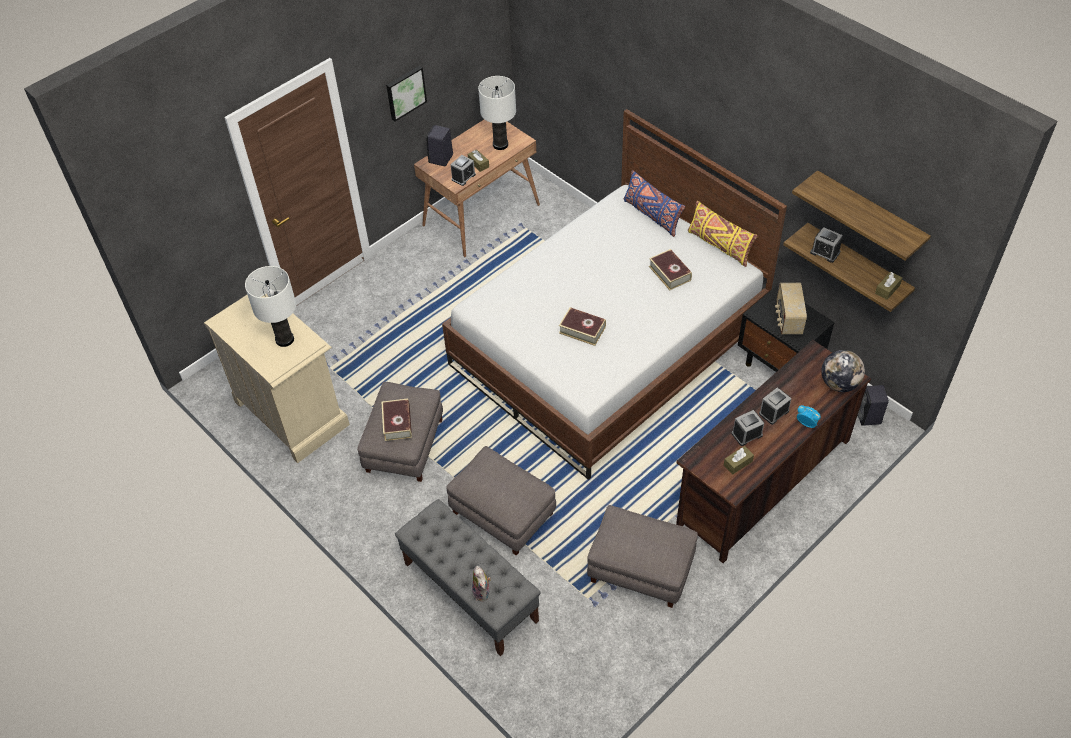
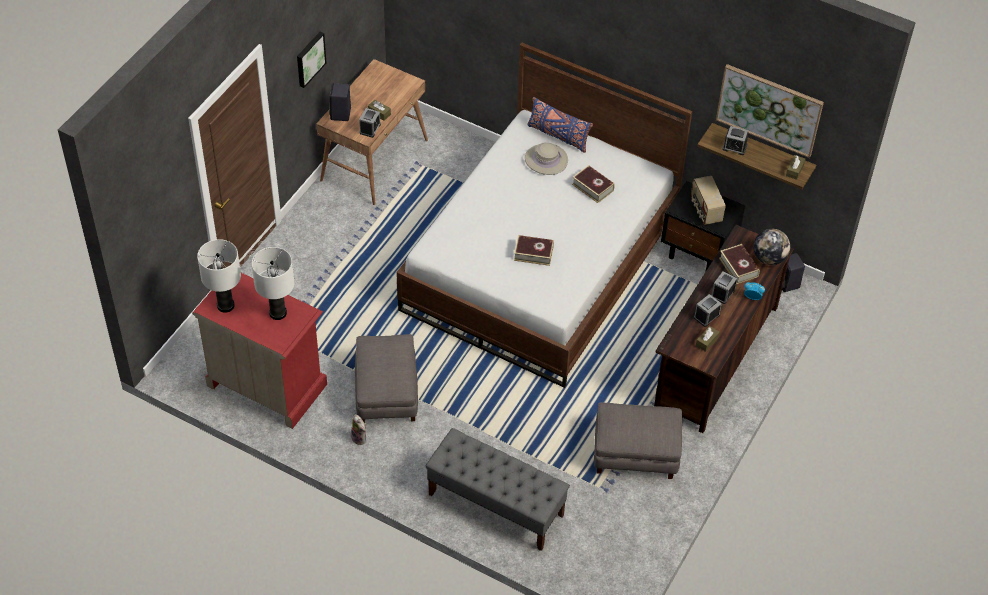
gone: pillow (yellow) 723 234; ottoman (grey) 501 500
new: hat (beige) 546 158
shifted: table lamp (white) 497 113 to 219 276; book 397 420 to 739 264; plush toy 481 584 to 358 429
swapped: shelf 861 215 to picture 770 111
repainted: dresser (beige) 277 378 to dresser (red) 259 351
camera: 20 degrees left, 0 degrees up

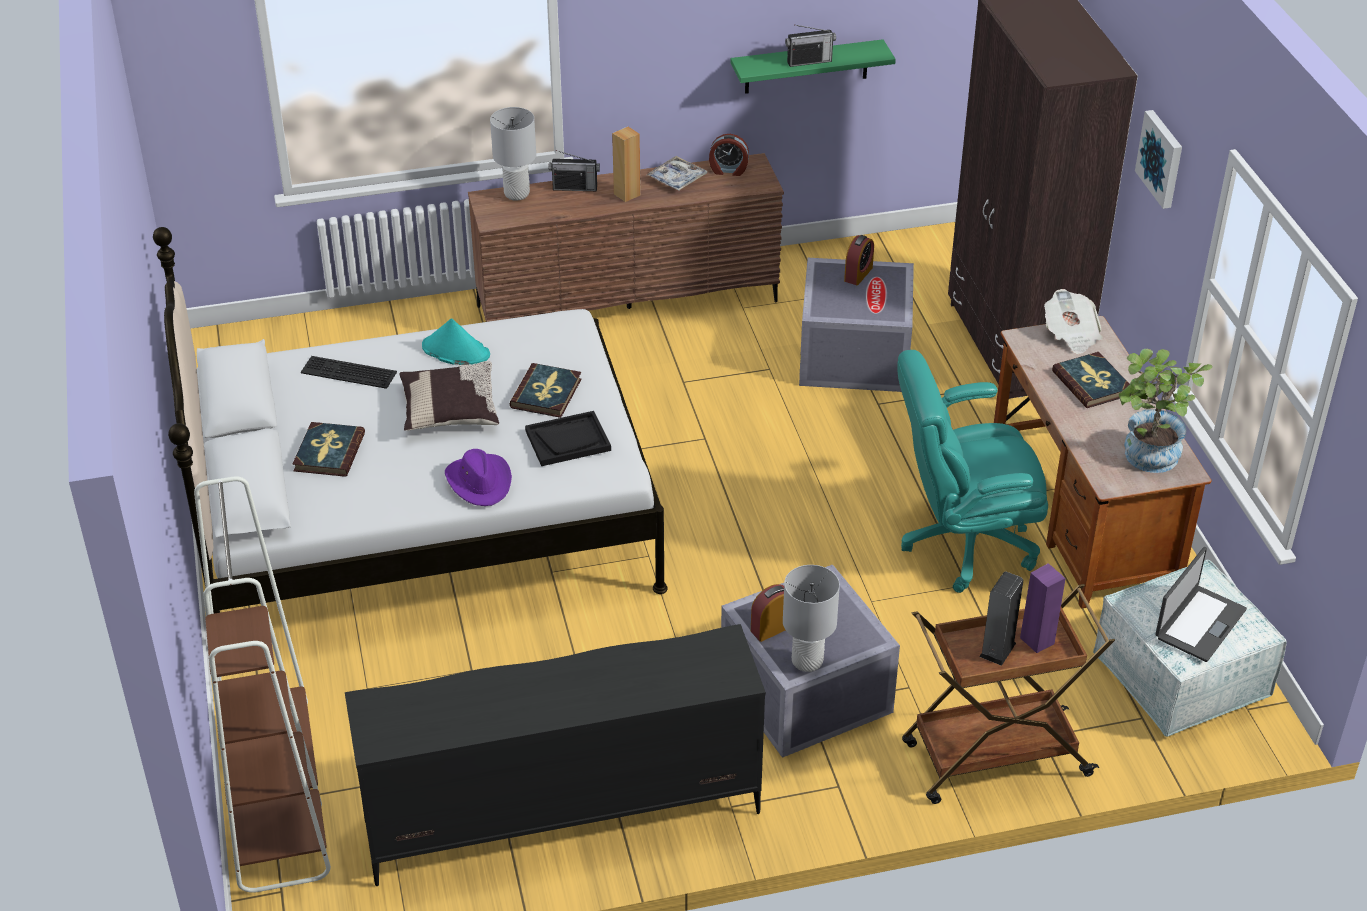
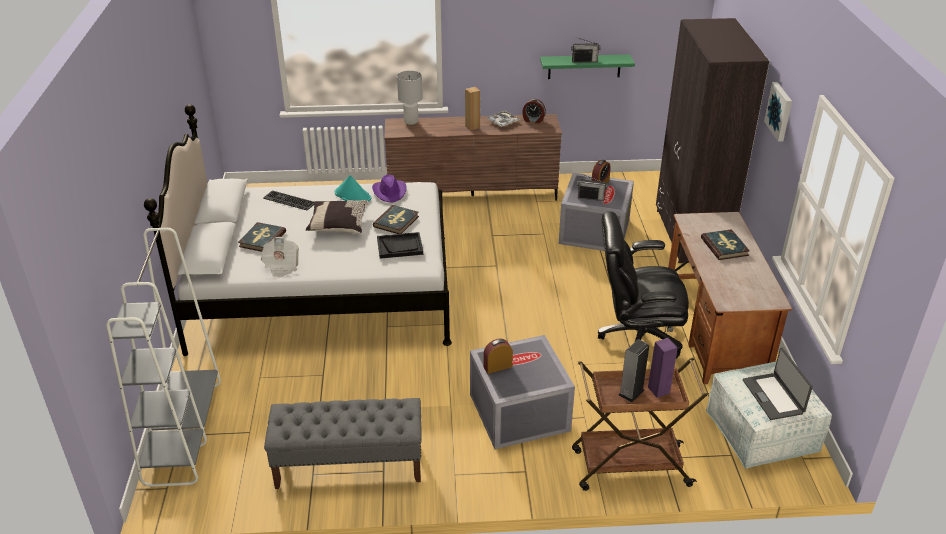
gone: potted plant 1166 411; table lamp (grey) 811 618
shifted: radio 574 170 to 592 187; newspaper 1073 321 to 280 258; hat (purple) 478 477 to 389 188
swapped: dresser (black) 555 755 to bench (grey) 342 443
repainted: office chair (turquoise) 972 471 to office chair (black) 643 285; clothes rack (brown) 262 684 to clothes rack (grey) 163 357
rotated: laptop 1201 604 = 778 383 120 degrees clockwise
camera: 10 degrees right, 5 degrees down

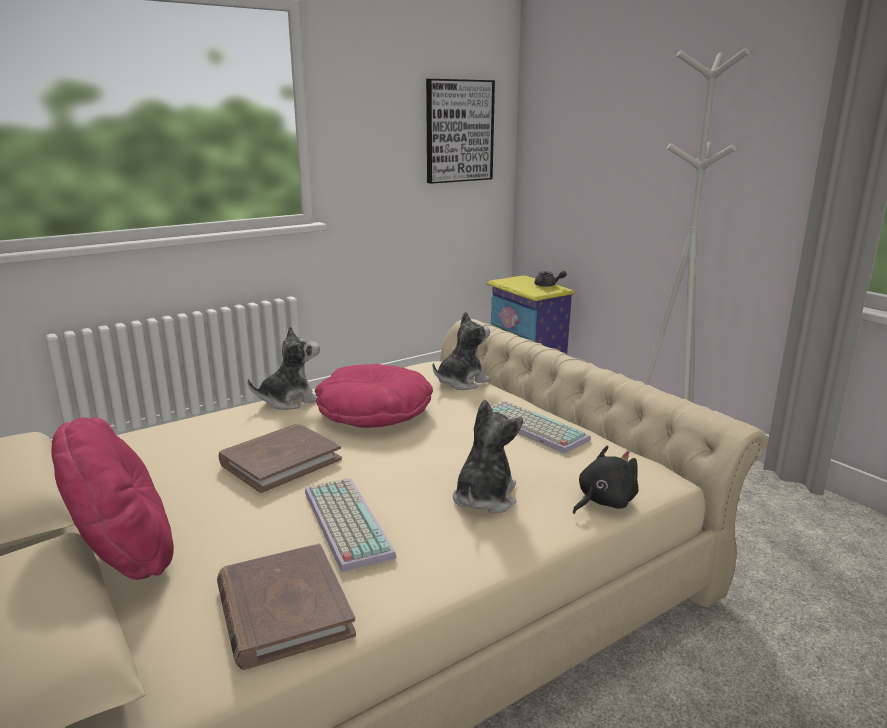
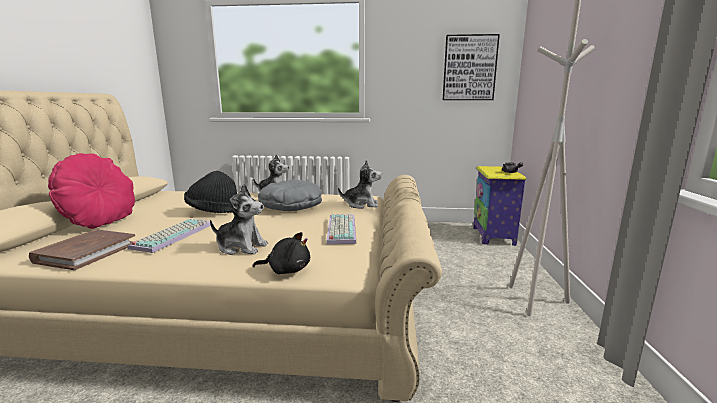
swapped: book (brown) 280 458 to hat (black) 210 192
repainted: pillow (pink) 374 396 to pillow (grey) 290 195
rotated: plush toy 488 456 = 239 220 45 degrees clockwise
camera: 40 degrees right, 5 degrees down

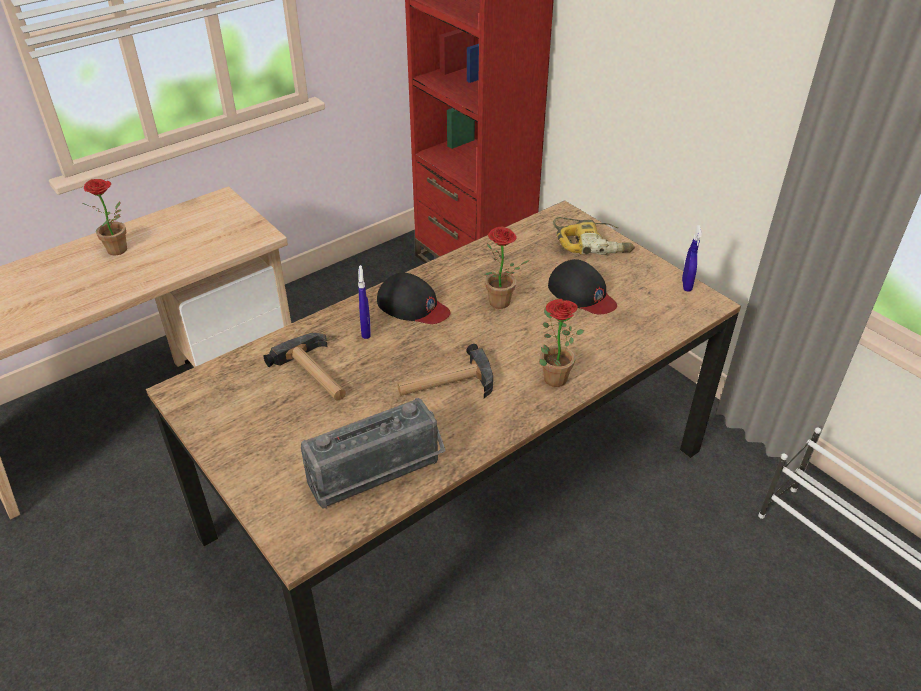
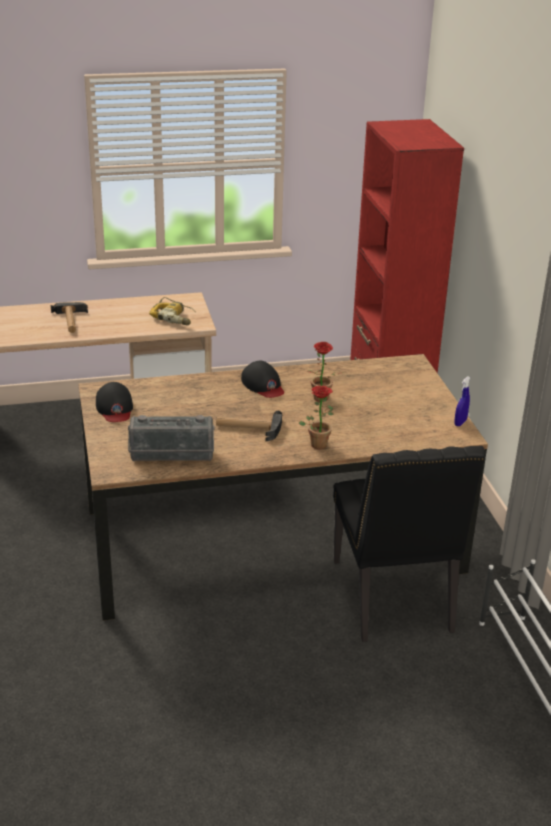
gone: potted plant 104 217; spray bottle (blue) 364 302
new: chair (black) 409 544
shifted: power drill 594 236 to 172 311; cap (black) 582 286 to 114 402; hammer 305 367 to 69 317
camera: 25 degrees right, 10 degrees down

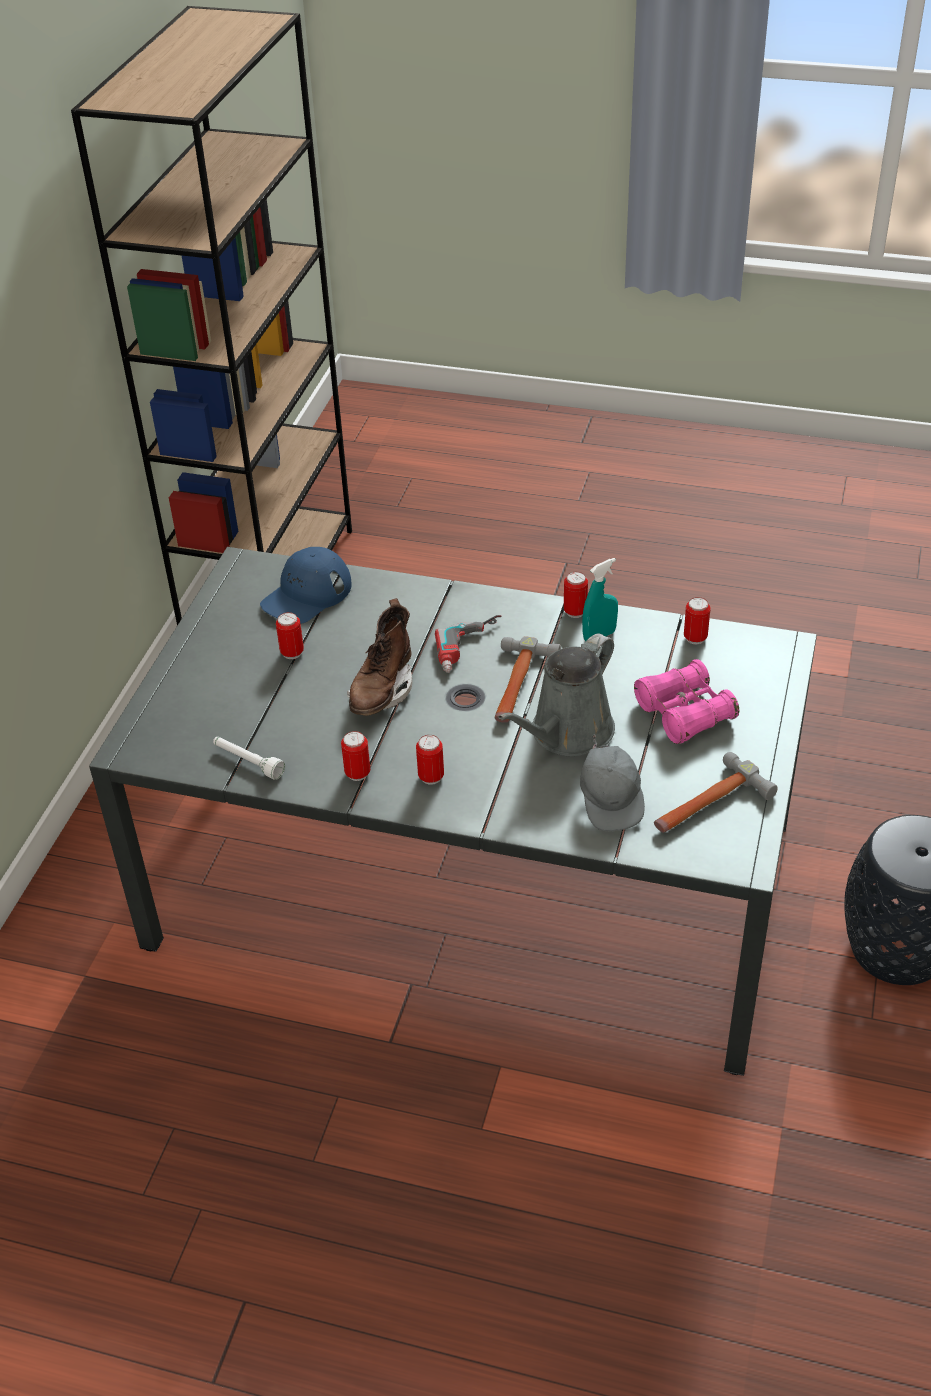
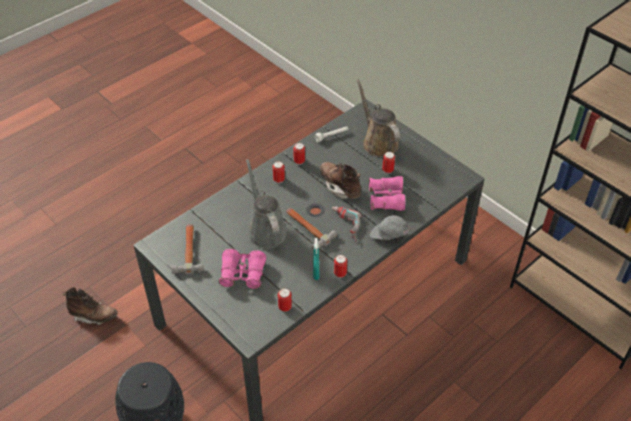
gone: cap (blue) 306 585
new: watering can (brown) 378 118; binoculars (pink) 387 193; boot (brown) 90 306
shifted: cap (grey) 612 783 to 393 227
camera: 120 degrees right, 5 degrees up

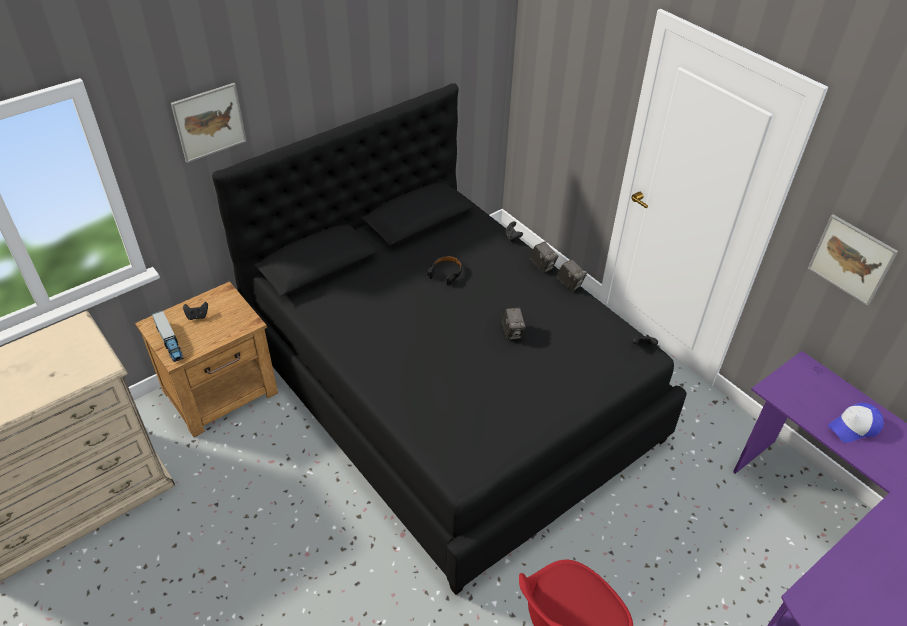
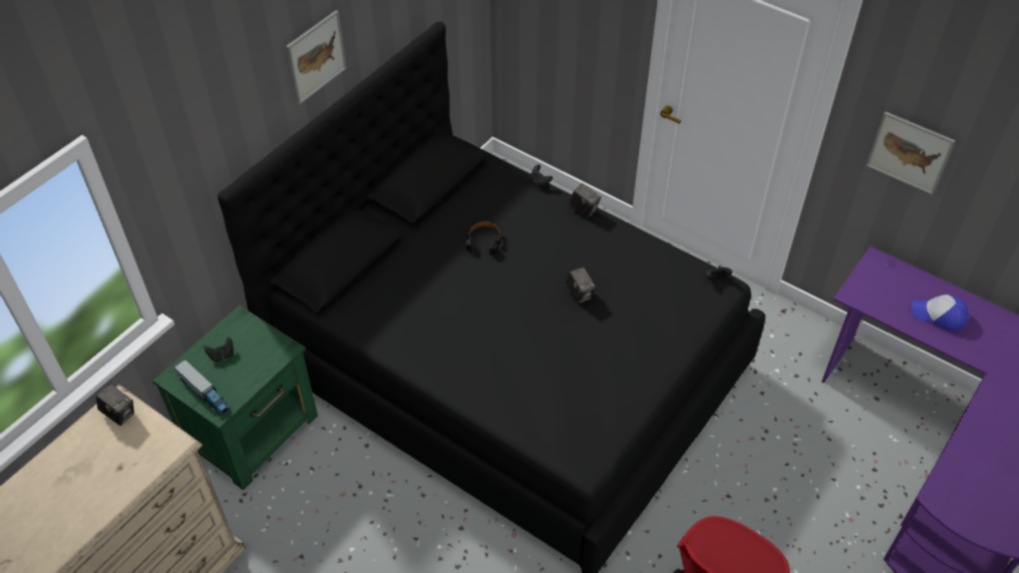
shifted: picture 209 123 to 316 57; photo camera 571 275 to 115 405
repainted: nightstand (brown) 206 359 to nightstand (green) 235 397
rotated: cap 856 423 = 940 313 60 degrees clockwise
camera: 15 degrees left, 5 degrees up

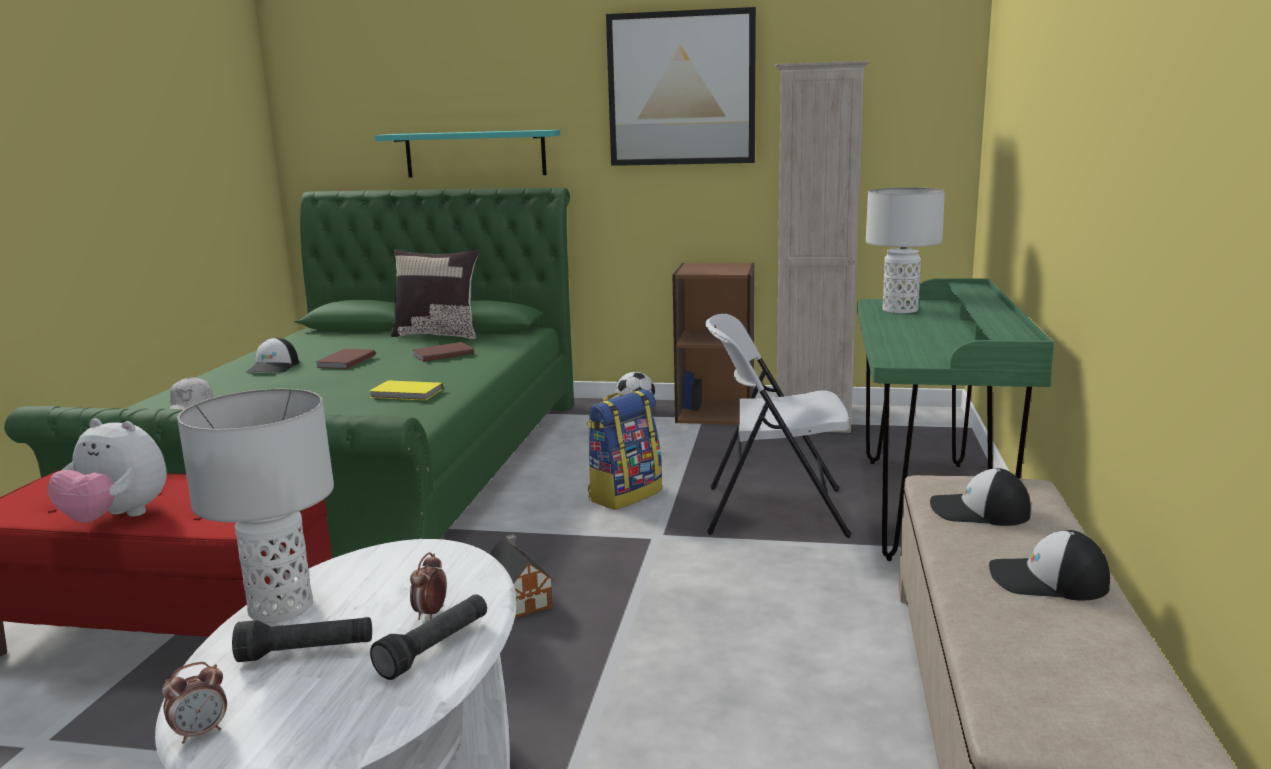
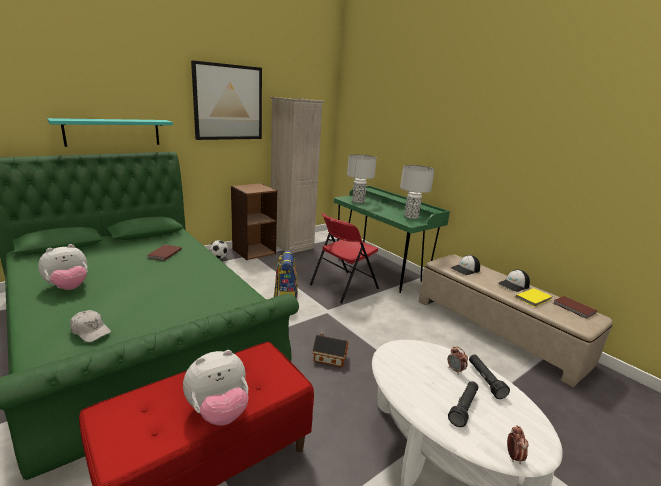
gone: pillow 435 294
shifted: book (brown) 346 359 to 575 307; book (yellow) 406 390 to 534 297; table lamp (white) 255 505 to 417 192
swapped: cap 272 355 to plush toy 63 267
repainted: chair (white) 778 426 to chair (red) 344 258
camera: 50 degrees left, 5 degrees up

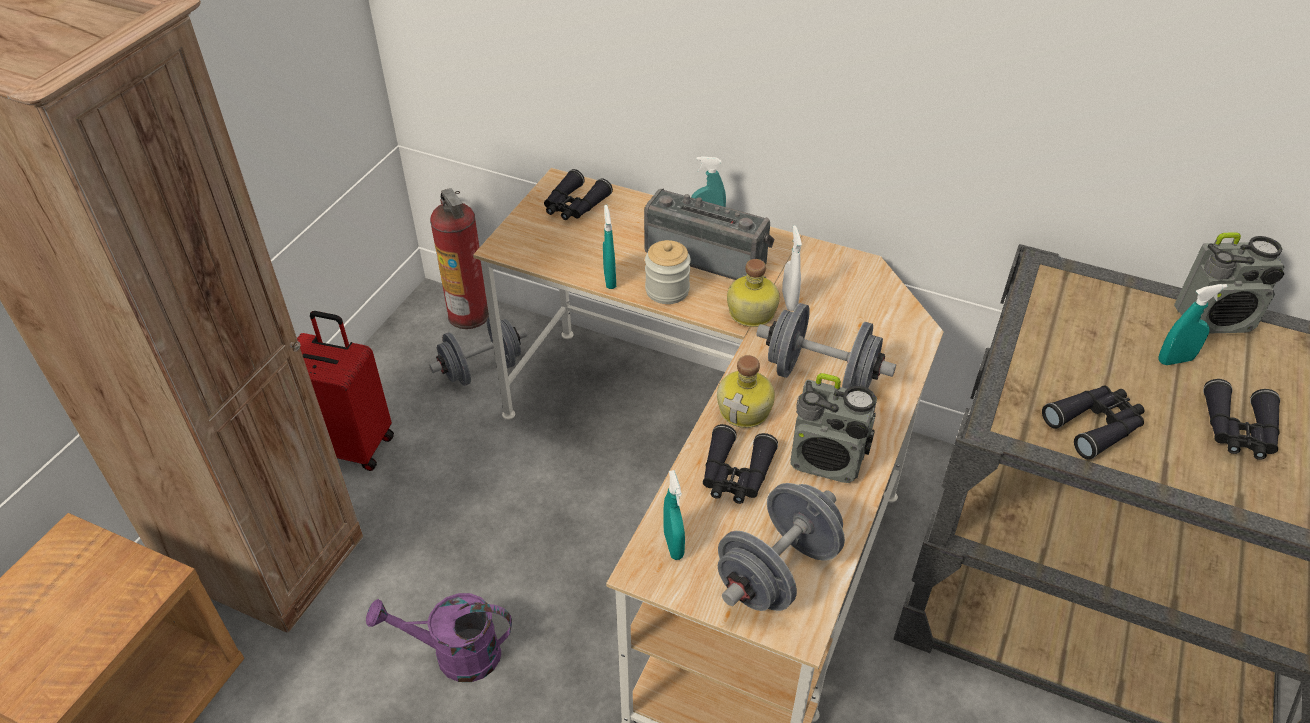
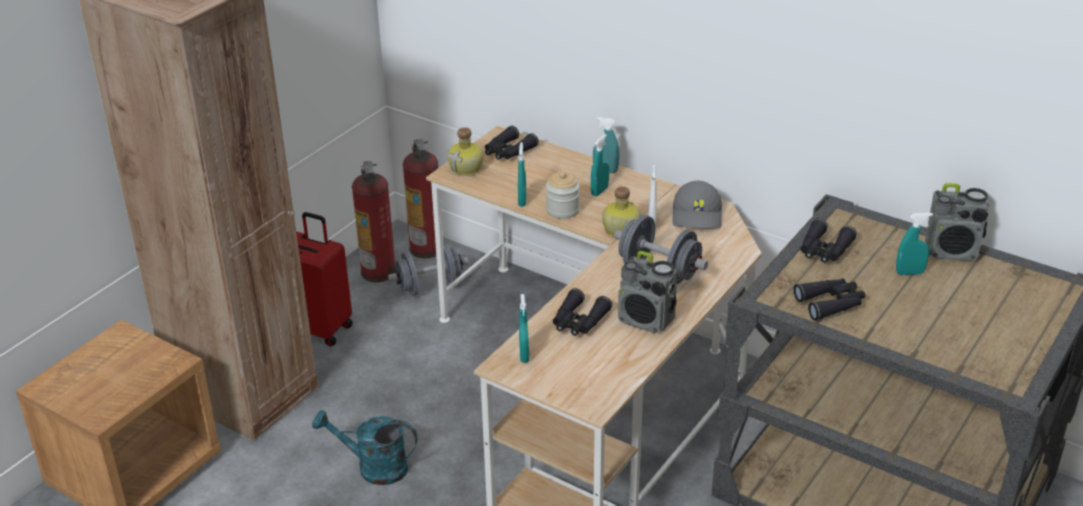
gone: dumbbell (grey) 781 547
new: fire extinguisher 374 221; cap (grey) 697 204
shifted: bottle 746 391 to 465 151; binoculars (black) 1241 419 to 828 240
swapped: radio 709 234 to spray bottle (turquoise) 600 165
repainted: watering can (purple) 439 637 to watering can (turquoise) 365 447
camera: 10 degrees right, 10 degrees down

